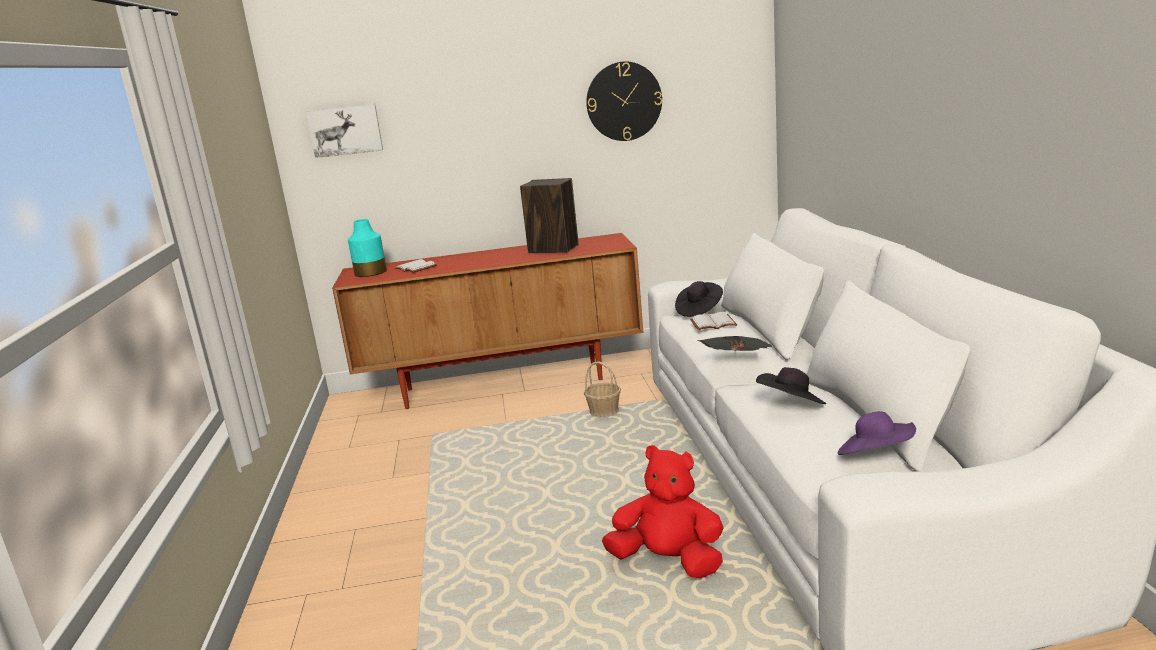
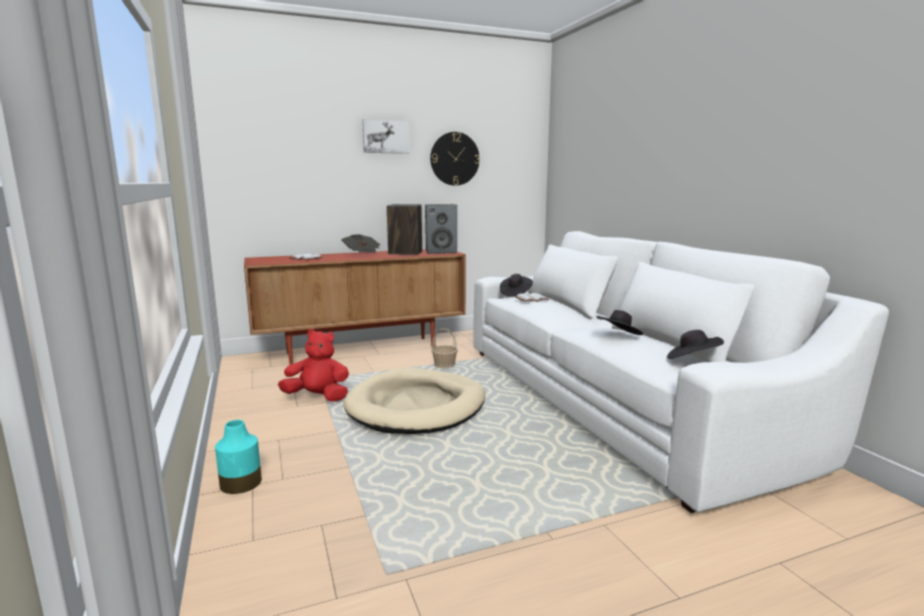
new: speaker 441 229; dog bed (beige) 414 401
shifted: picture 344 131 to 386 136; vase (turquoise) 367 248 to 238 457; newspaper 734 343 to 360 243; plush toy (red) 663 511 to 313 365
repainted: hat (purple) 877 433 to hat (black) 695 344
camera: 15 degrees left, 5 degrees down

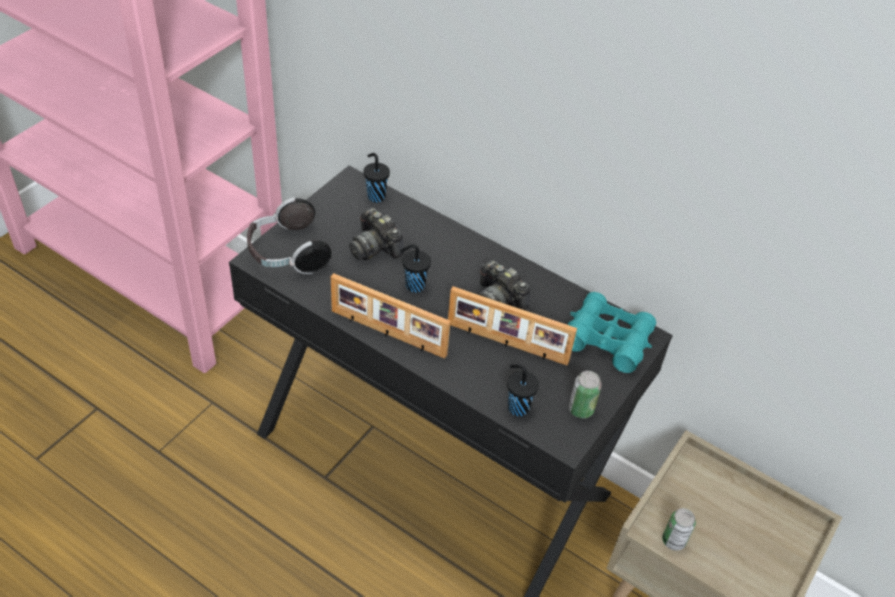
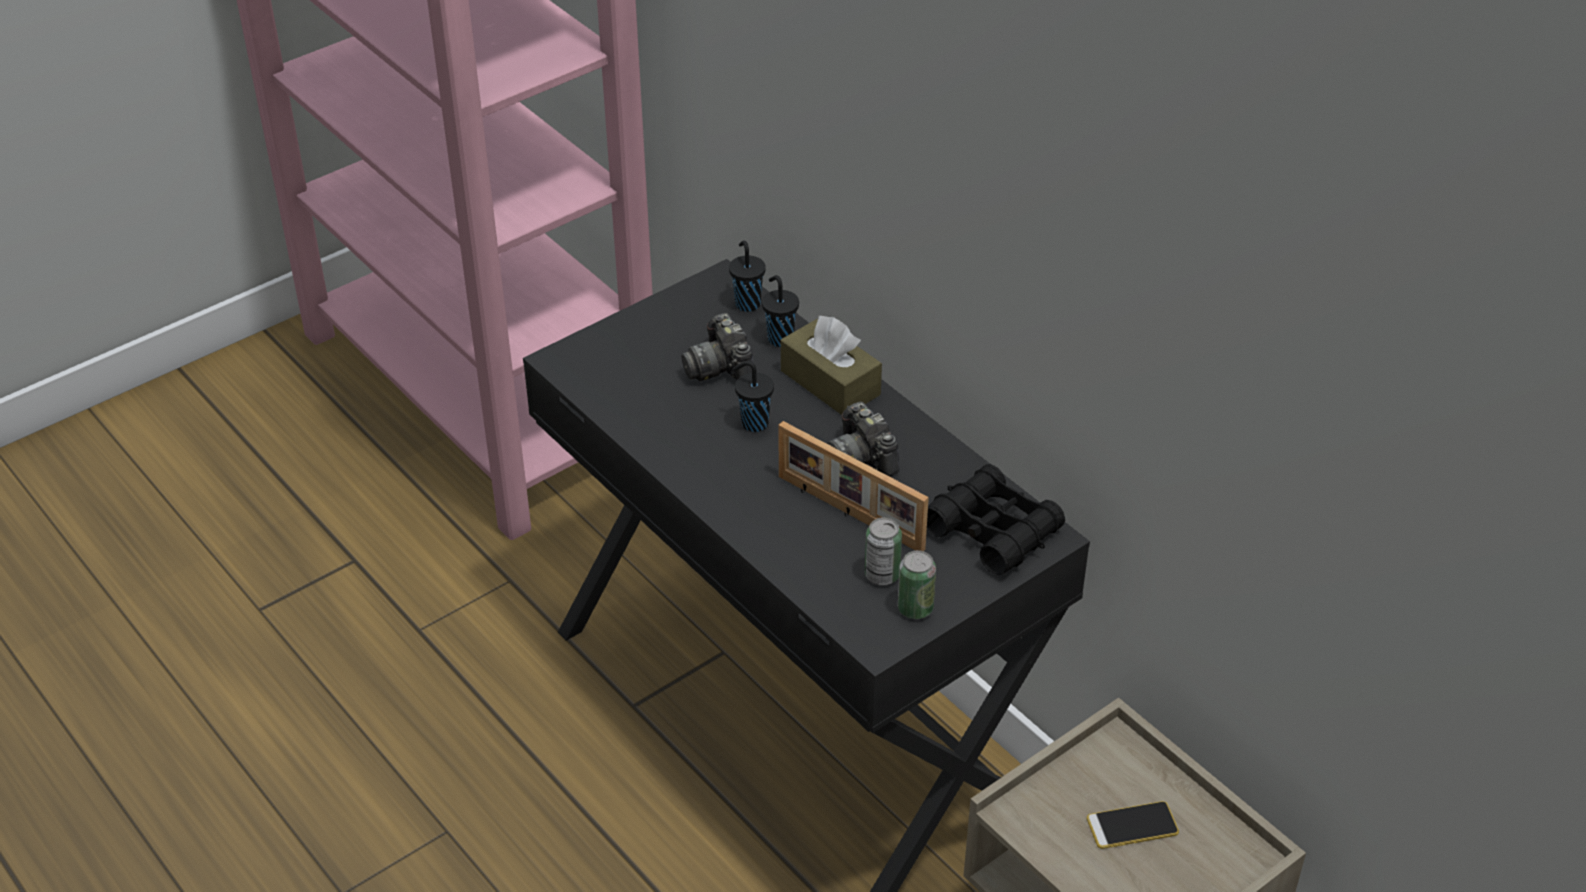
gone: headphones 289 235; picture frame 391 316
new: tissue box (brown) 831 365; phone 1133 825
shifted: cup (black) 523 390 to 780 311; can 679 529 to 883 551
repainted: binoculars (turquoise) 611 332 to binoculars (black) 996 519
camera: 20 degrees right, 5 degrees down

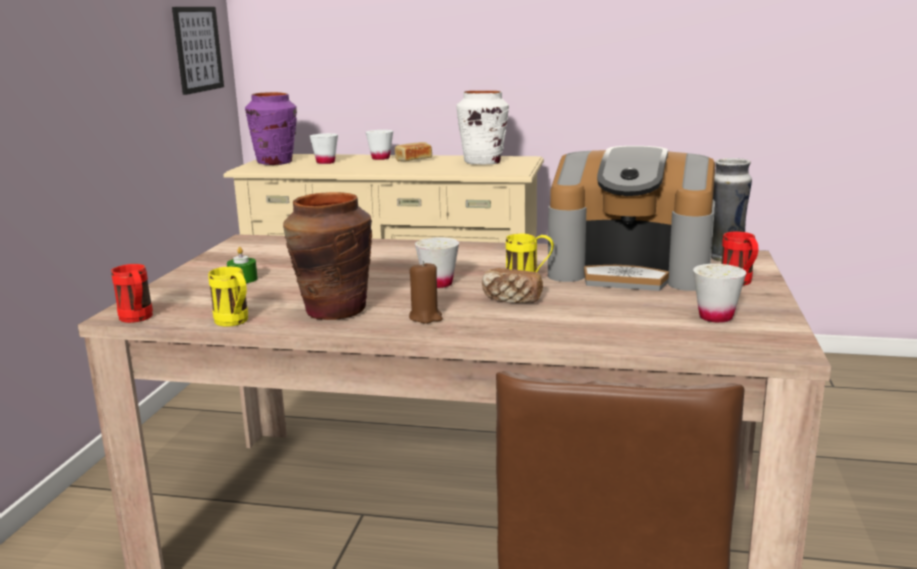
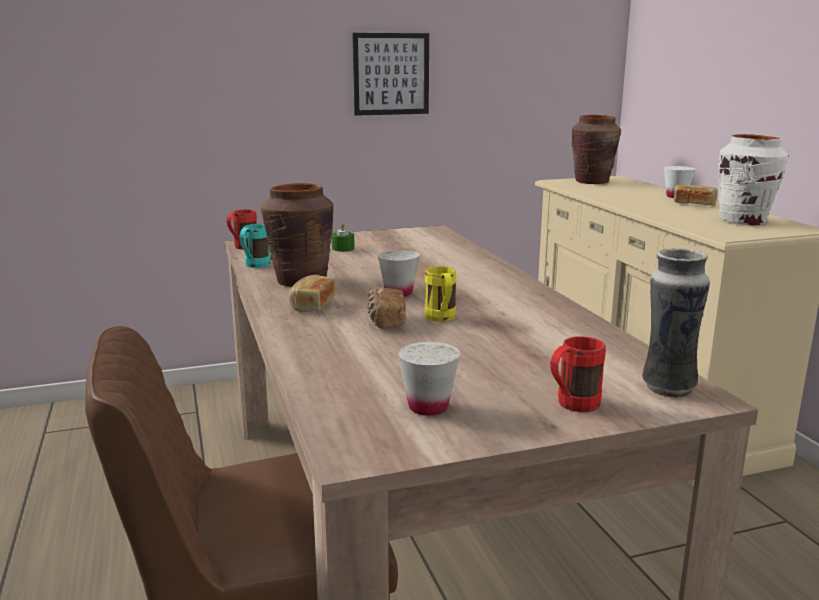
gone: cup (white) 324 148; coffee machine 631 218
shifted: picture 198 51 to 390 74
swapped: candle (brown) 426 292 to bread 312 294
repainted: vase (purple) 271 128 to vase (brown) 596 149; mug (yellow) 228 296 to mug (turquoise) 255 246
camera: 60 degrees right, 0 degrees up

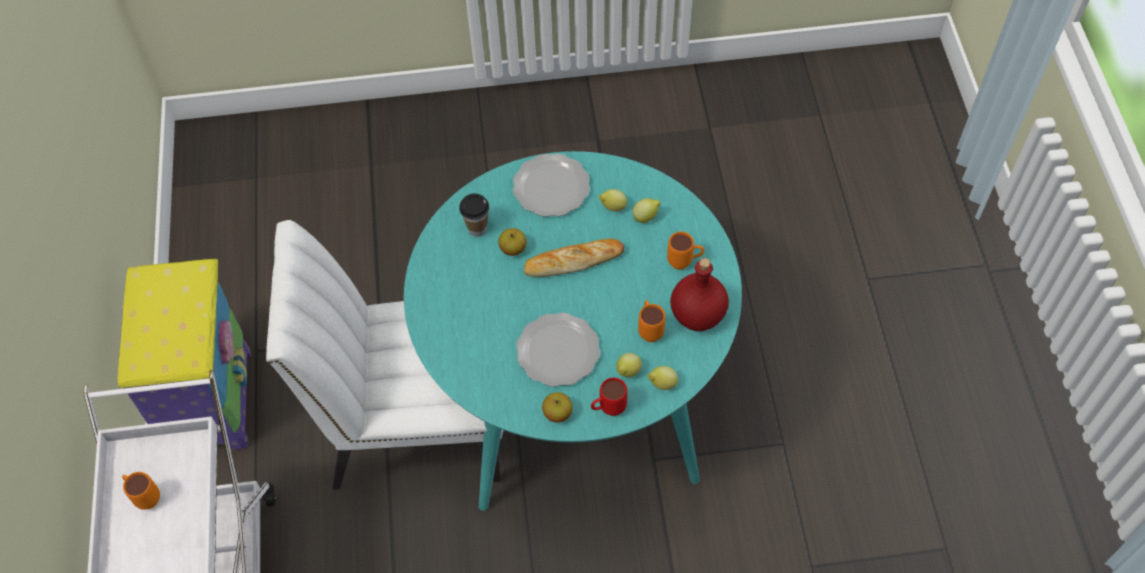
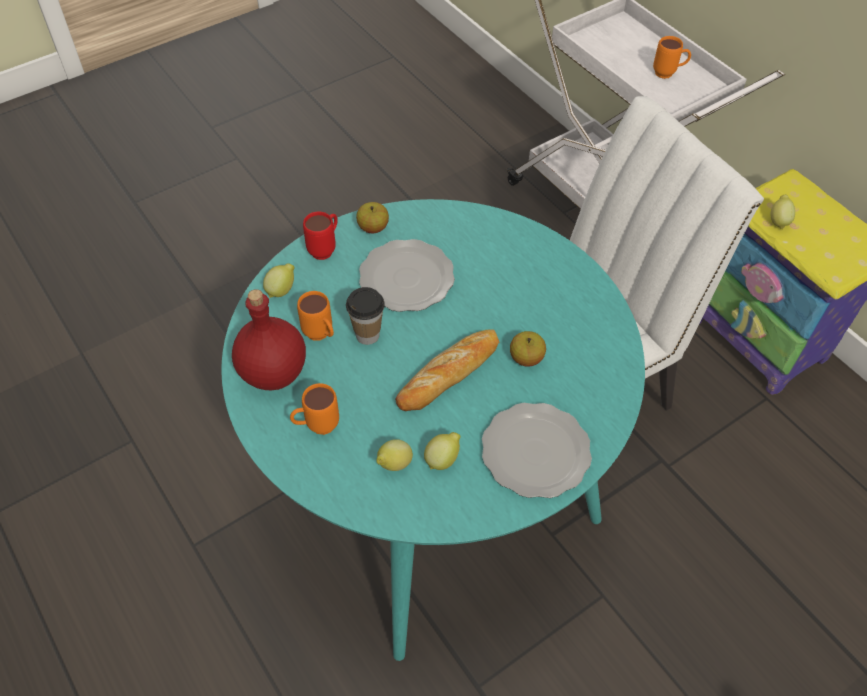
shifted: cup 474 215 to 365 316; lemon 629 365 to 783 211
camera: 150 degrees right, 5 degrees down

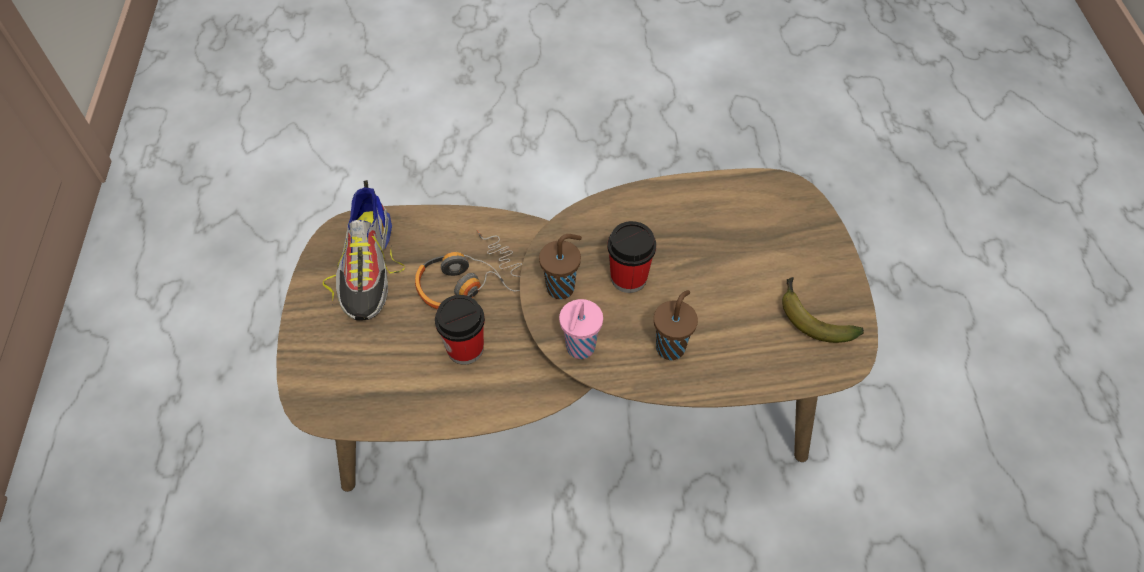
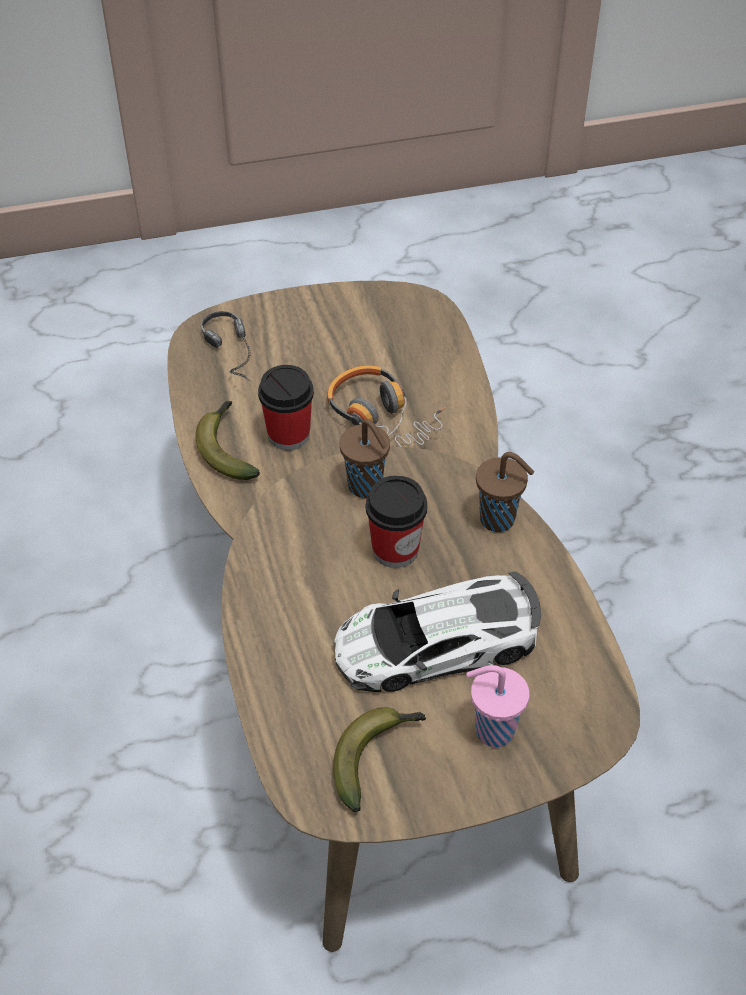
gone: shoe 364 250
new: headphones 225 346; banana 228 440; toy car 437 631
shifted: cup (brown) 676 325 to 505 492; cup (pink) 581 329 to 498 706
camera: 80 degrees right, 5 degrees down

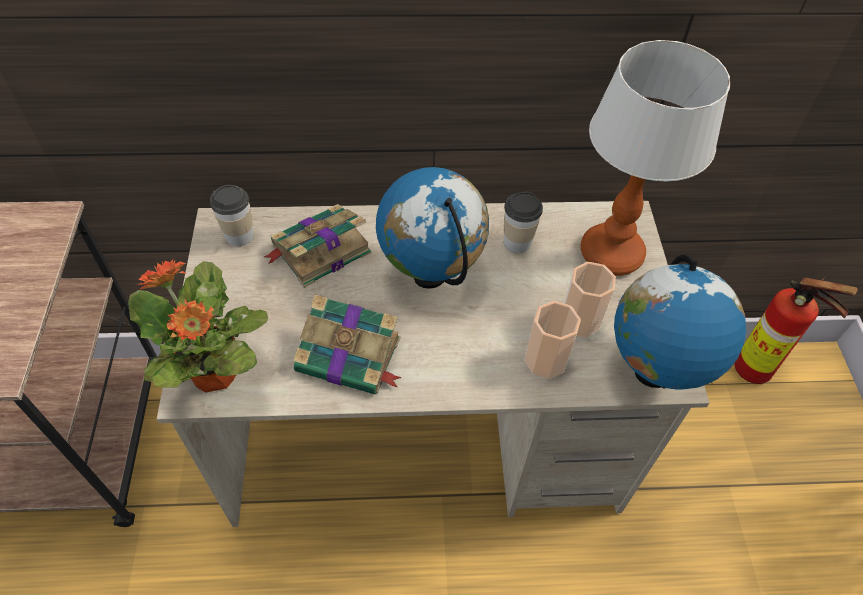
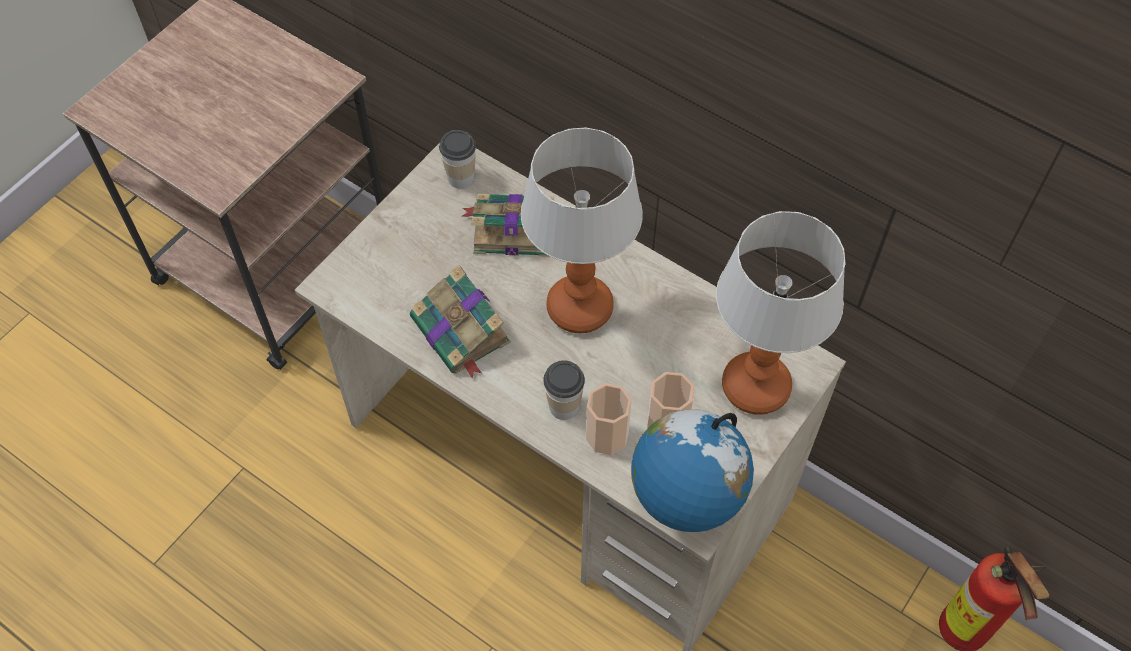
gone: potted plant 198 326
shifted: cup 523 222 to 564 390
swapped: globe 432 228 to table lamp 582 230
camera: 40 degrees right, 5 degrees up

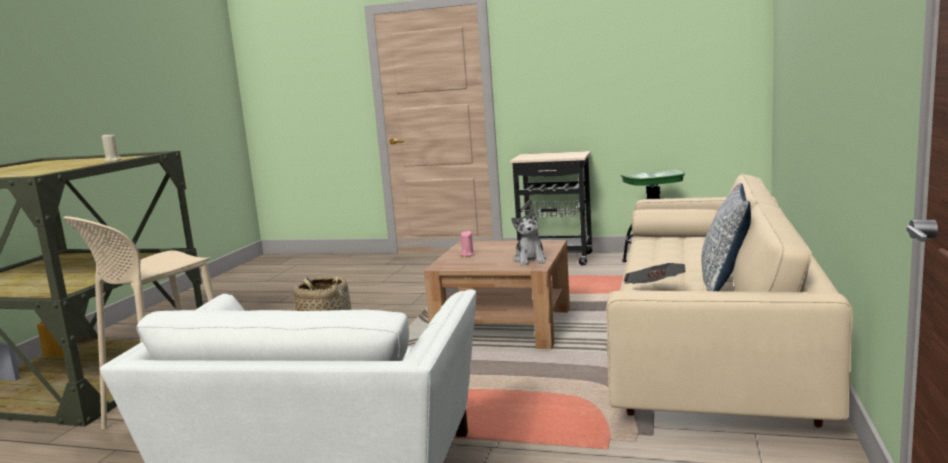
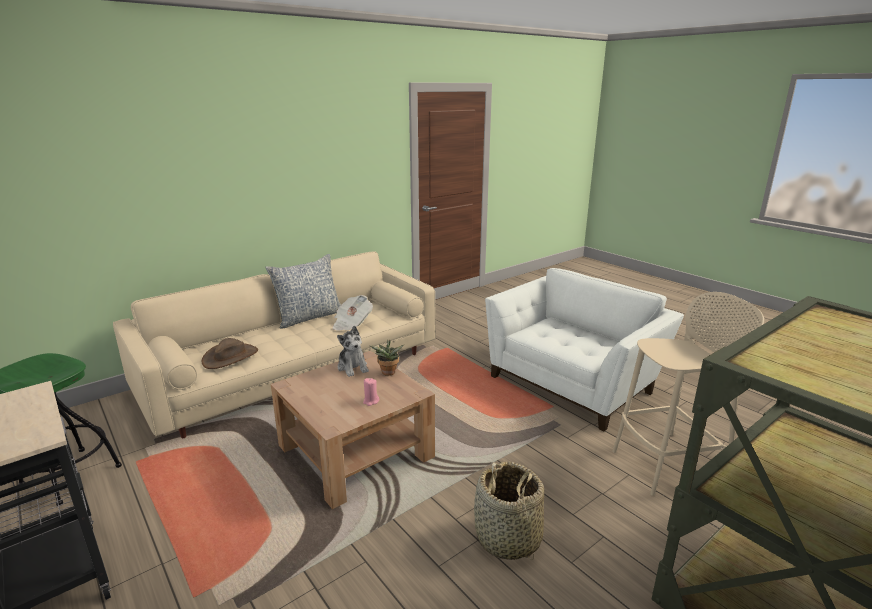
gone: candle (beige) 112 147
new: hat (brown) 230 353; potted plant 387 358
rotated: plush toy 529 237 = 353 351 120 degrees clockwise
camera: 145 degrees left, 10 degrees up

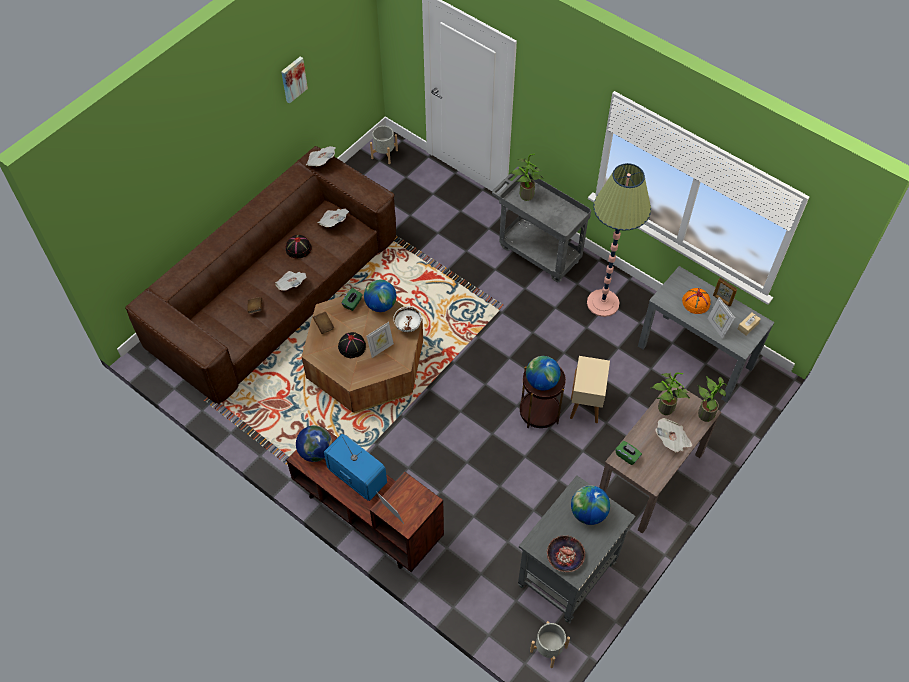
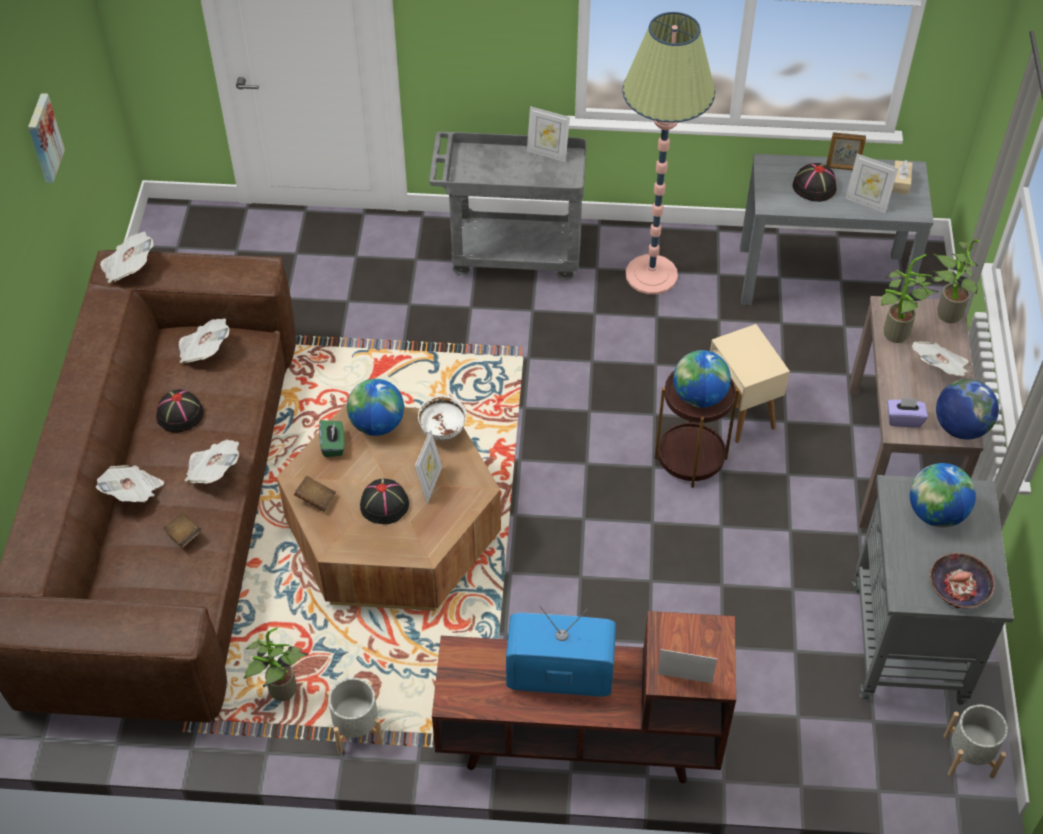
new: picture frame 548 134; newspaper 130 483
shifted: planter (grey) 384 145 to 355 715; potted plant 527 177 to 275 664; globe 314 443 to 967 409
repainted: hat (orange) 696 301 to hat (black) 815 182; tissue box (green) 628 453 to tissue box (purple) 907 412
camera: 35 degrees left, 5 degrees down

